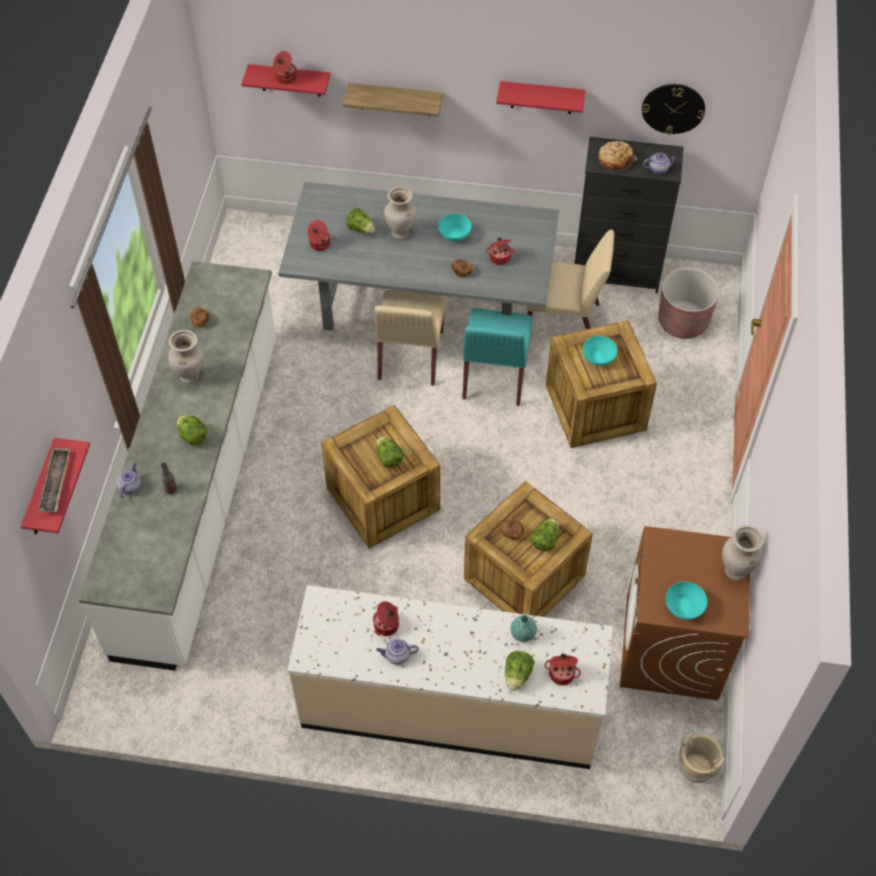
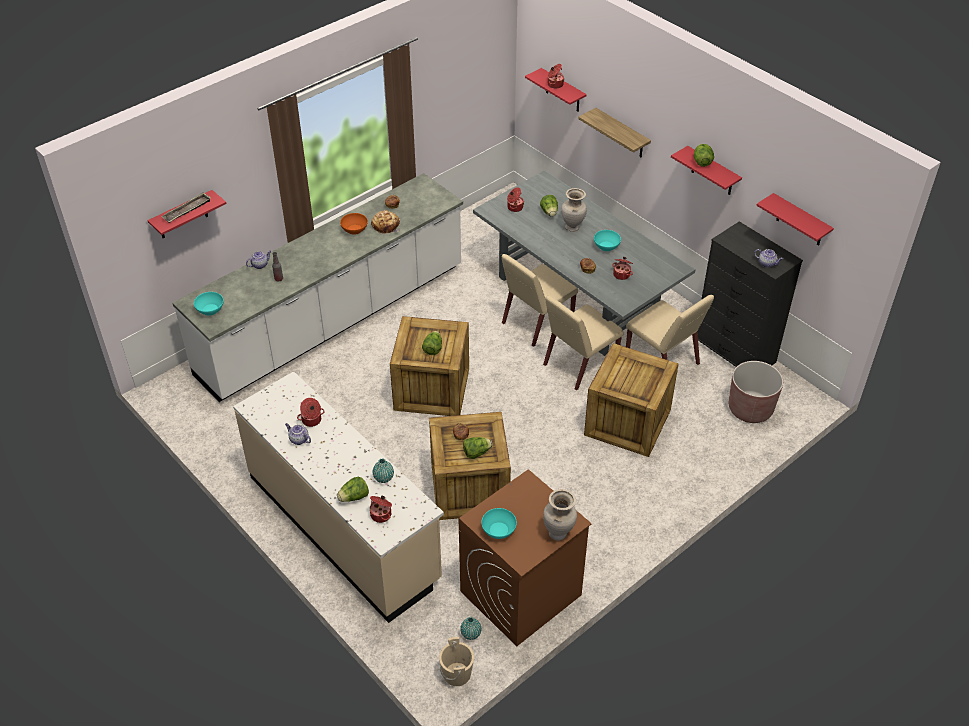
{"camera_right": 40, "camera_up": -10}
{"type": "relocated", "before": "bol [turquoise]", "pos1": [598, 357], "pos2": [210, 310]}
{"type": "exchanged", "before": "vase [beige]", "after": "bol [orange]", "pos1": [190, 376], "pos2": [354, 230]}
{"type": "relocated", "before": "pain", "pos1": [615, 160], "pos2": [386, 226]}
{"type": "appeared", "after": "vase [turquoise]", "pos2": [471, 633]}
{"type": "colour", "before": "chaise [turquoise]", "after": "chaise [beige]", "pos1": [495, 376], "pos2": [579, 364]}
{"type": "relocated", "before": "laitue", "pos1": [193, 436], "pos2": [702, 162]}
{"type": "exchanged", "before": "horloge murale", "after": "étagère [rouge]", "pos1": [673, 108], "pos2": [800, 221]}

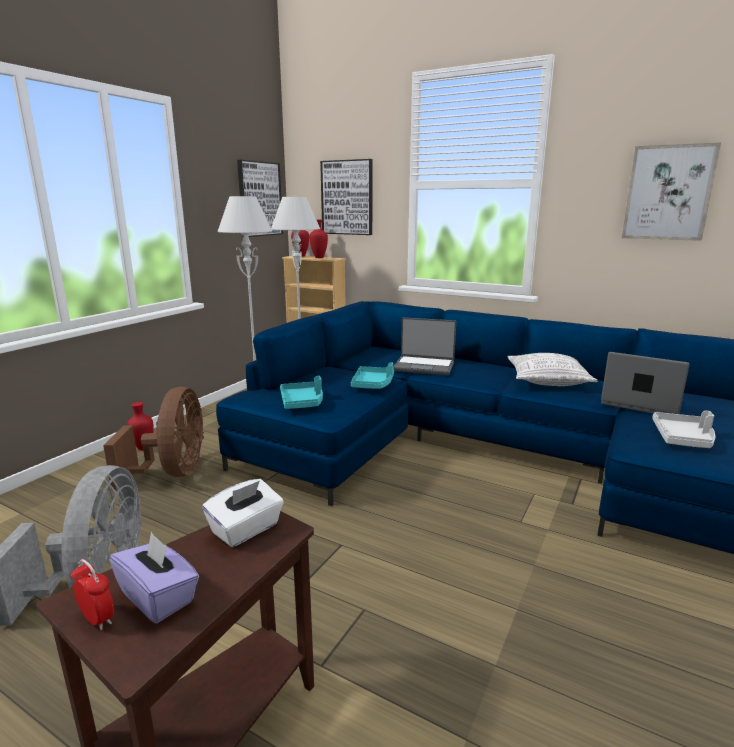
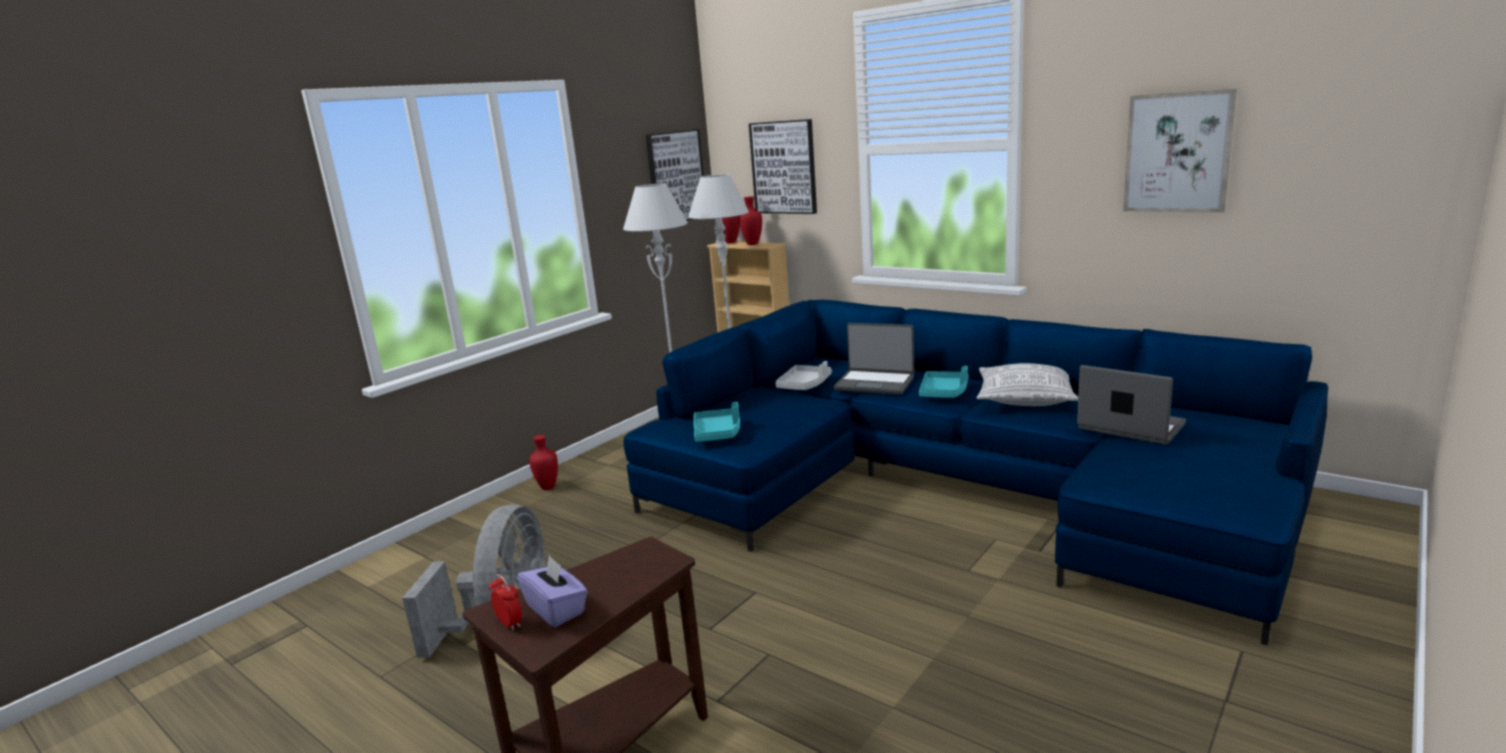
{"camera_right": 10, "camera_up": 0}
{"type": "relocated", "before": "plateau [gris]", "pos1": [683, 438], "pos2": [804, 385]}
{"type": "relocated", "before": "plateau [turquoise]", "pos1": [373, 384], "pos2": [944, 392]}
{"type": "missing", "before": "ventilateur [marron]", "pos1": [173, 473]}
{"type": "missing", "before": "boîte à mouchoirs [blanc]", "pos1": [246, 529]}

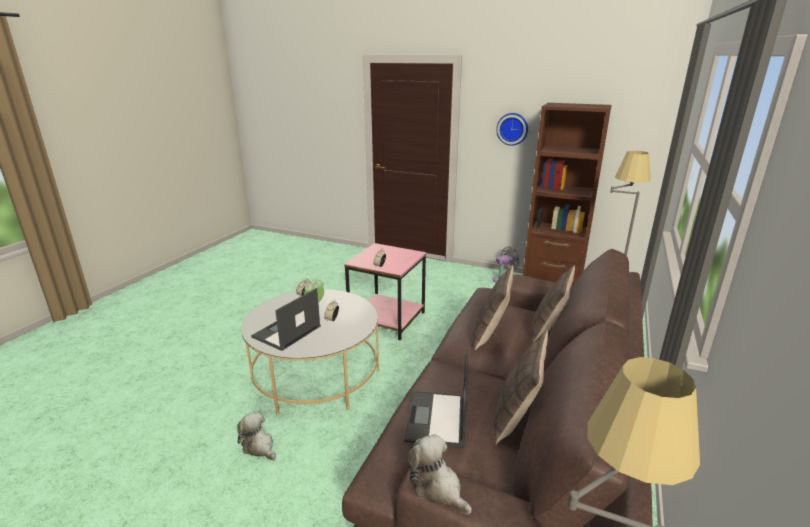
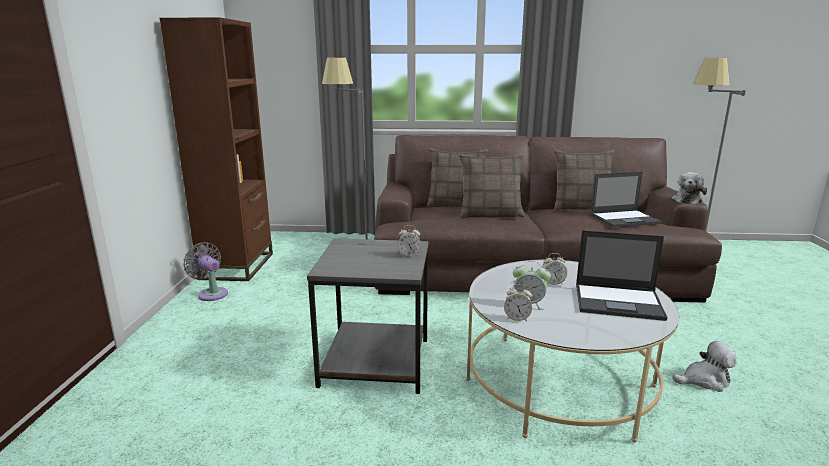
{"camera_right": -110, "camera_up": -5}
{"type": "colour", "before": "table d'appoint [rose]", "after": "table d'appoint [gris]", "pos1": [387, 320], "pos2": [377, 361]}
{"type": "spun", "before": "peluche", "pos1": [259, 446], "pos2": [704, 380], "turn": -120}
{"type": "missing", "before": "horloge murale", "pos1": [512, 129]}

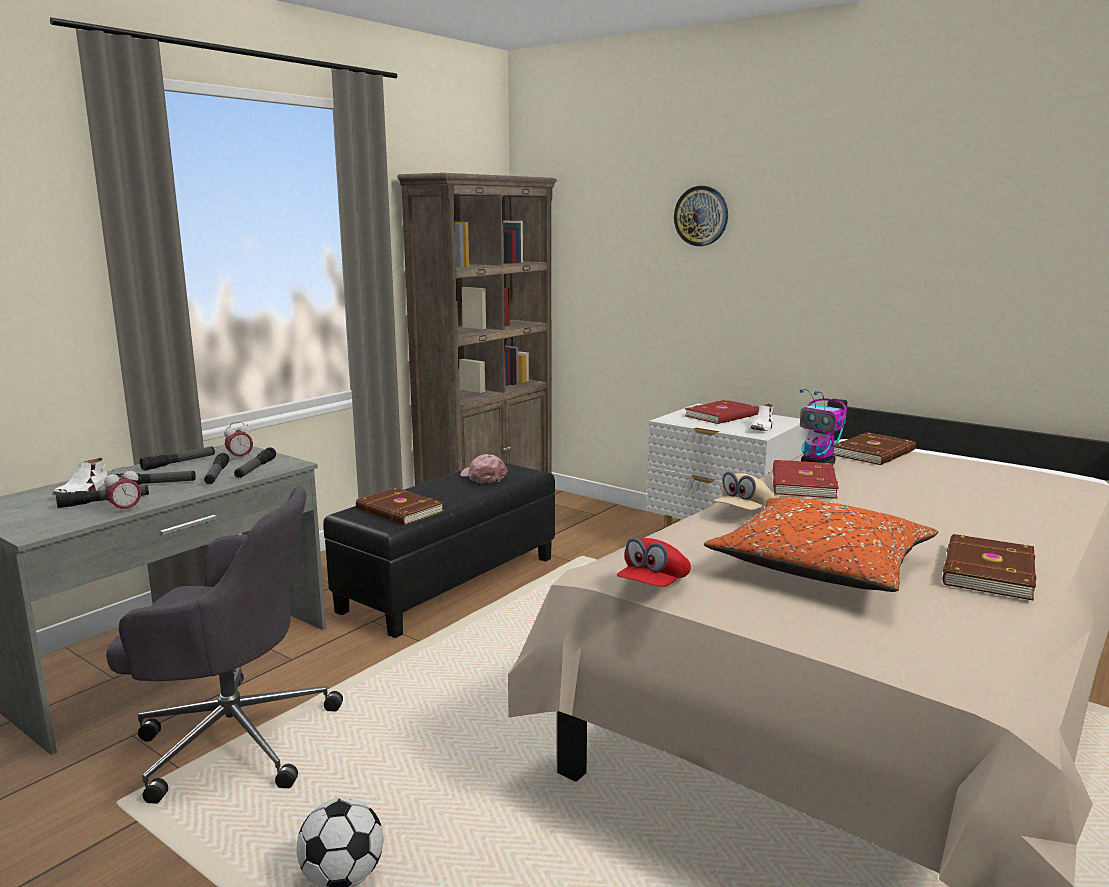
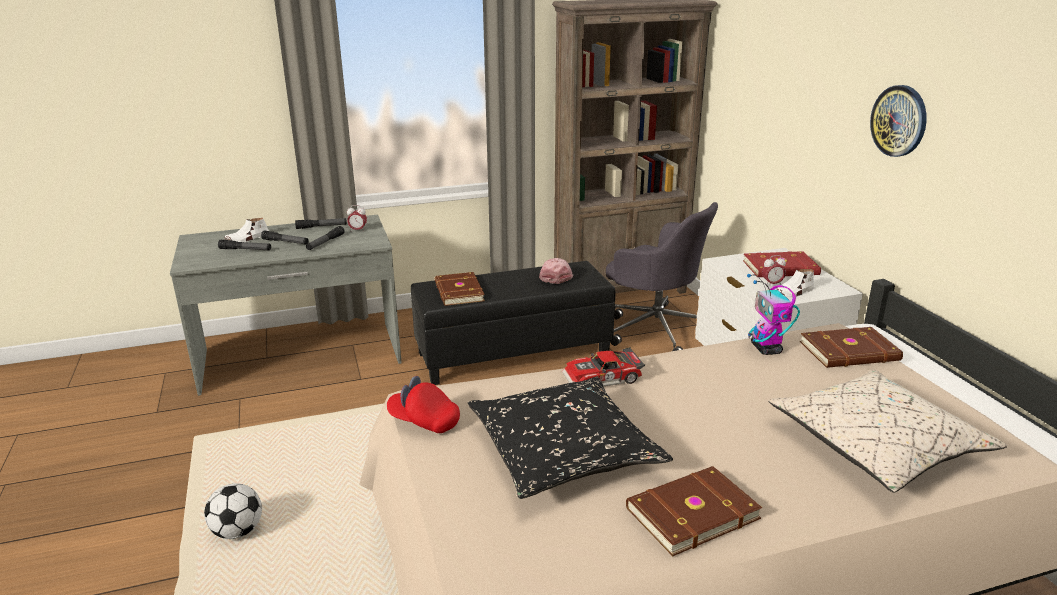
{"camera_right": 35, "camera_up": 10}
{"type": "spun", "before": "casquette [rouge]", "pos1": [653, 585], "pos2": [424, 421], "turn": 45}
{"type": "colour", "before": "coussin [orange]", "after": "coussin [noir]", "pos1": [821, 567], "pos2": [563, 453]}
{"type": "exchanged", "before": "casquette [beige]", "after": "petite voiture", "pos1": [743, 512], "pos2": [603, 379]}
{"type": "relocated", "before": "chaise de bureau [gris]", "pos1": [231, 738], "pos2": [655, 329]}
{"type": "relocated", "before": "réveil", "pos1": [125, 510], "pos2": [772, 284]}
{"type": "appeared", "after": "coussin [beige]", "pos2": [876, 445]}
{"type": "relocated", "before": "horloge murale", "pos1": [701, 216], "pos2": [899, 121]}
{"type": "missing", "before": "lampe de poche", "pos1": [255, 469]}
{"type": "missing", "before": "livre [rouge]", "pos1": [801, 483]}

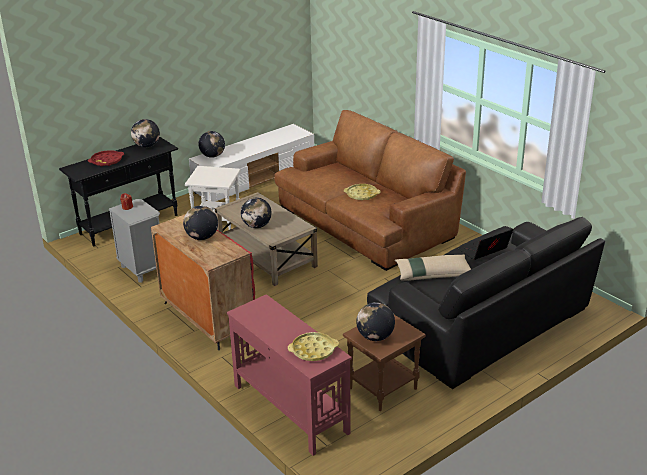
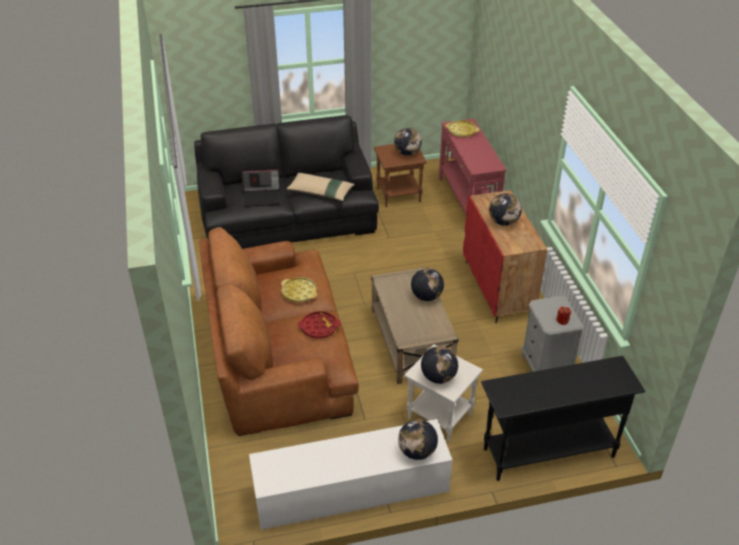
{"camera_right": -155, "camera_up": 10}
{"type": "relocated", "before": "plateau [rouge]", "pos1": [106, 161], "pos2": [319, 327]}
{"type": "relocated", "before": "globe", "pos1": [146, 146], "pos2": [438, 377]}

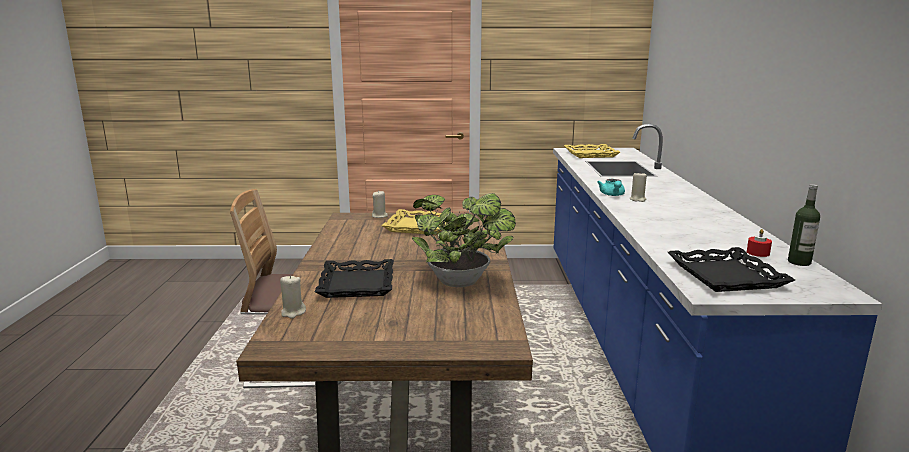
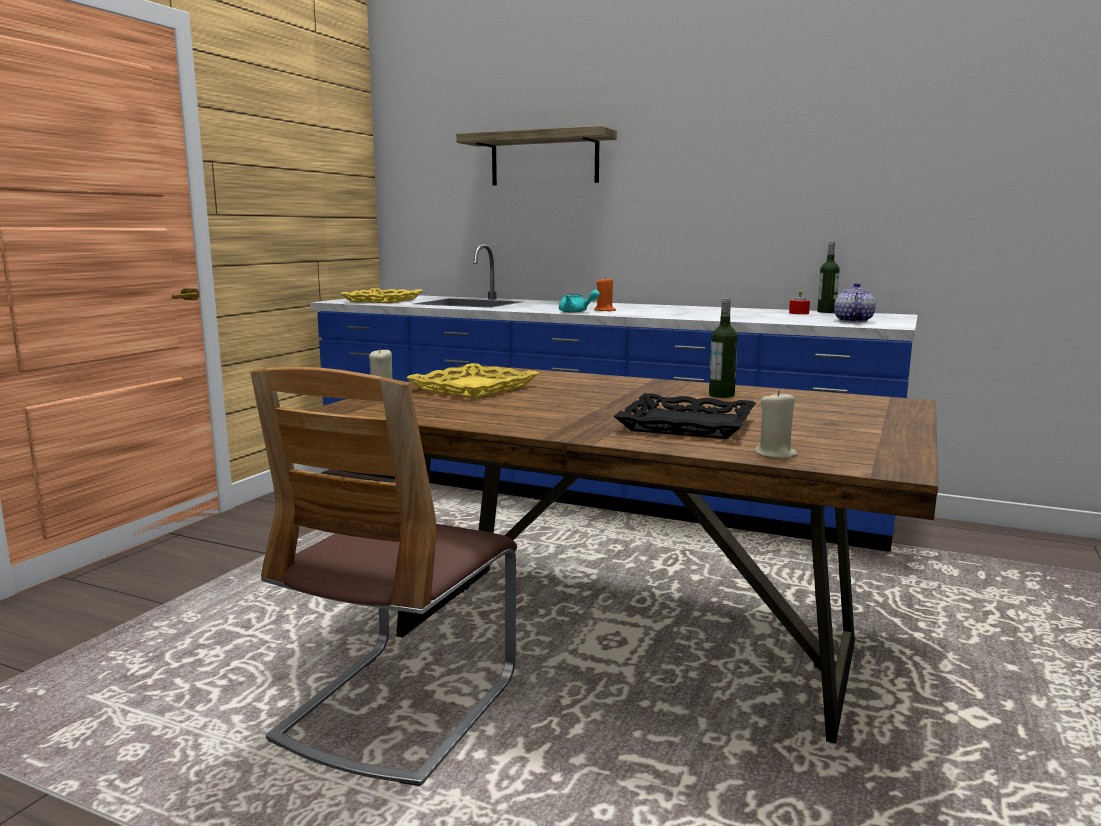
{"camera_right": -65, "camera_up": -5}
{"type": "appeared", "after": "étagère", "pos2": [544, 159]}
{"type": "colour", "before": "bougie [beige]", "after": "bougie [orange]", "pos1": [638, 199], "pos2": [605, 310]}
{"type": "exchanged", "before": "plante en pot", "after": "bouteille", "pos1": [462, 283], "pos2": [721, 395]}
{"type": "exchanged", "before": "plateau [noir]", "after": "théière", "pos1": [725, 276], "pos2": [852, 321]}

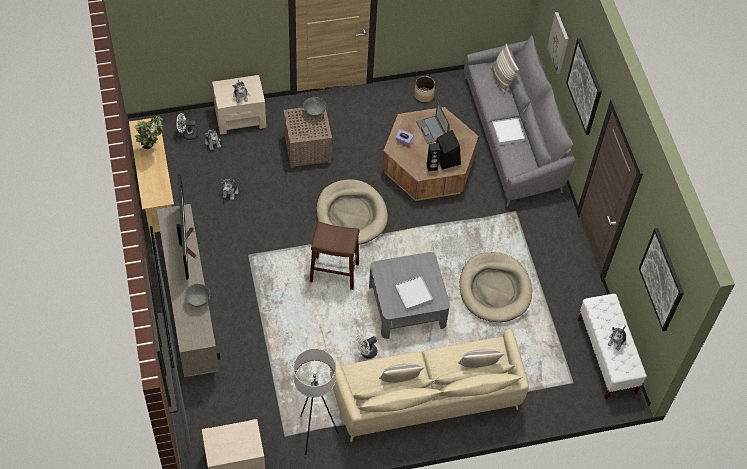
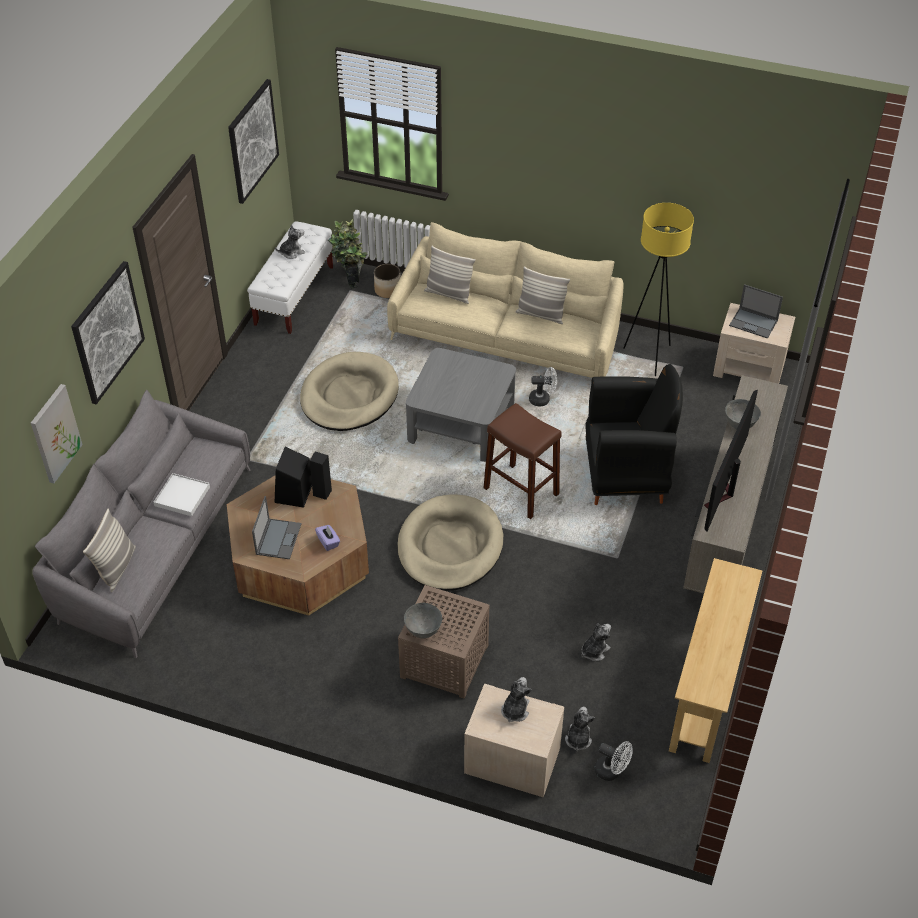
{"camera_right": -145, "camera_up": -10}
{"type": "relocated", "before": "plante en pot", "pos1": [153, 152], "pos2": [350, 279]}
{"type": "relocated", "before": "cache-pot", "pos1": [423, 95], "pos2": [388, 290]}
{"type": "appeared", "after": "fauteuil [noir]", "pos2": [626, 475]}
{"type": "colour", "before": "lampadaire [blanc]", "after": "lampadaire [jaune]", "pos1": [314, 434], "pos2": [649, 357]}
{"type": "appeared", "after": "ordinateur portable", "pos2": [754, 323]}
{"type": "missing", "before": "plateau [blanc]", "pos1": [413, 294]}

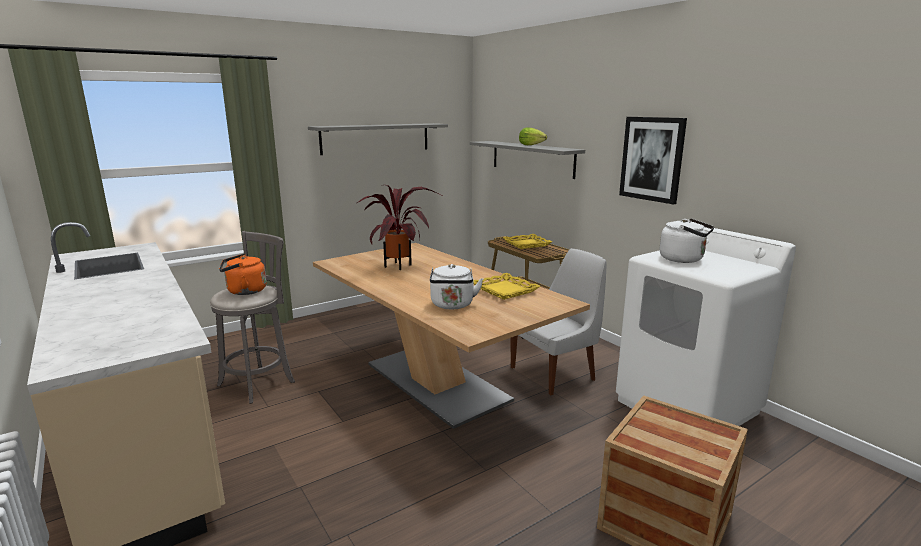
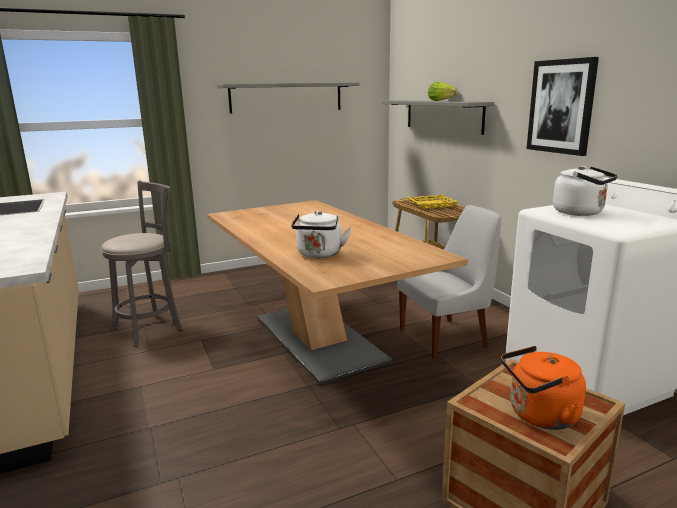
{"camera_right": 10, "camera_up": 0}
{"type": "relocated", "before": "bouilloire [orange]", "pos1": [244, 291], "pos2": [539, 416]}
{"type": "missing", "before": "plante en pot", "pos1": [399, 267]}
{"type": "missing", "before": "plateau [jaune]", "pos1": [504, 290]}

